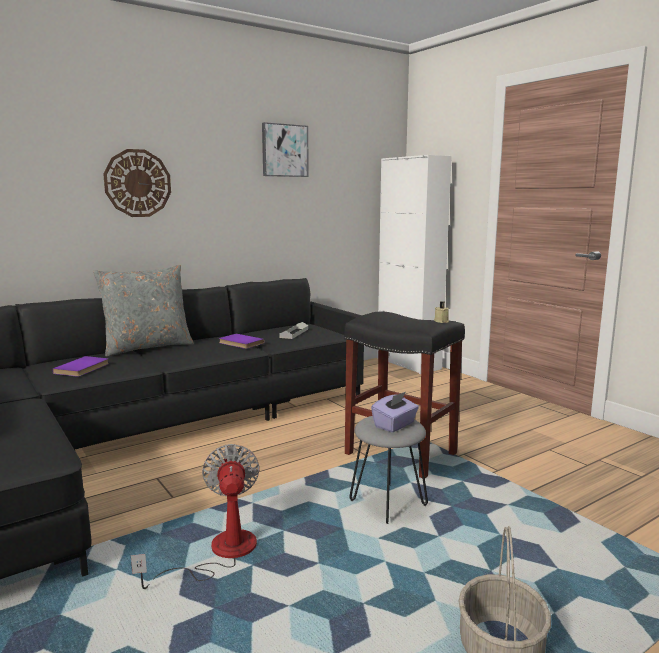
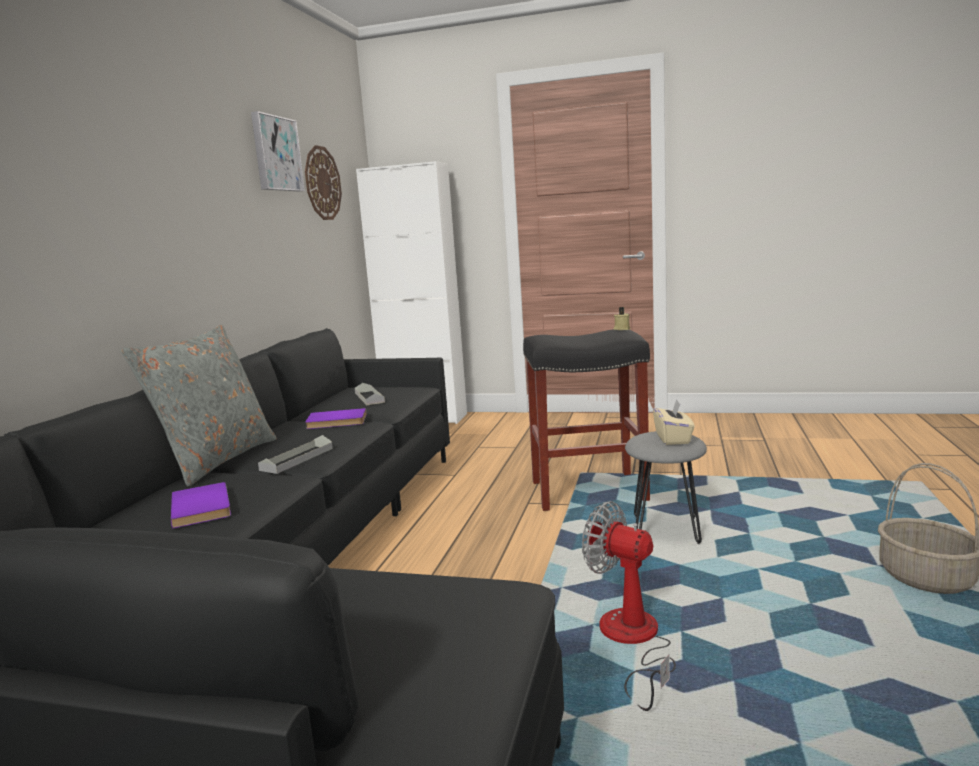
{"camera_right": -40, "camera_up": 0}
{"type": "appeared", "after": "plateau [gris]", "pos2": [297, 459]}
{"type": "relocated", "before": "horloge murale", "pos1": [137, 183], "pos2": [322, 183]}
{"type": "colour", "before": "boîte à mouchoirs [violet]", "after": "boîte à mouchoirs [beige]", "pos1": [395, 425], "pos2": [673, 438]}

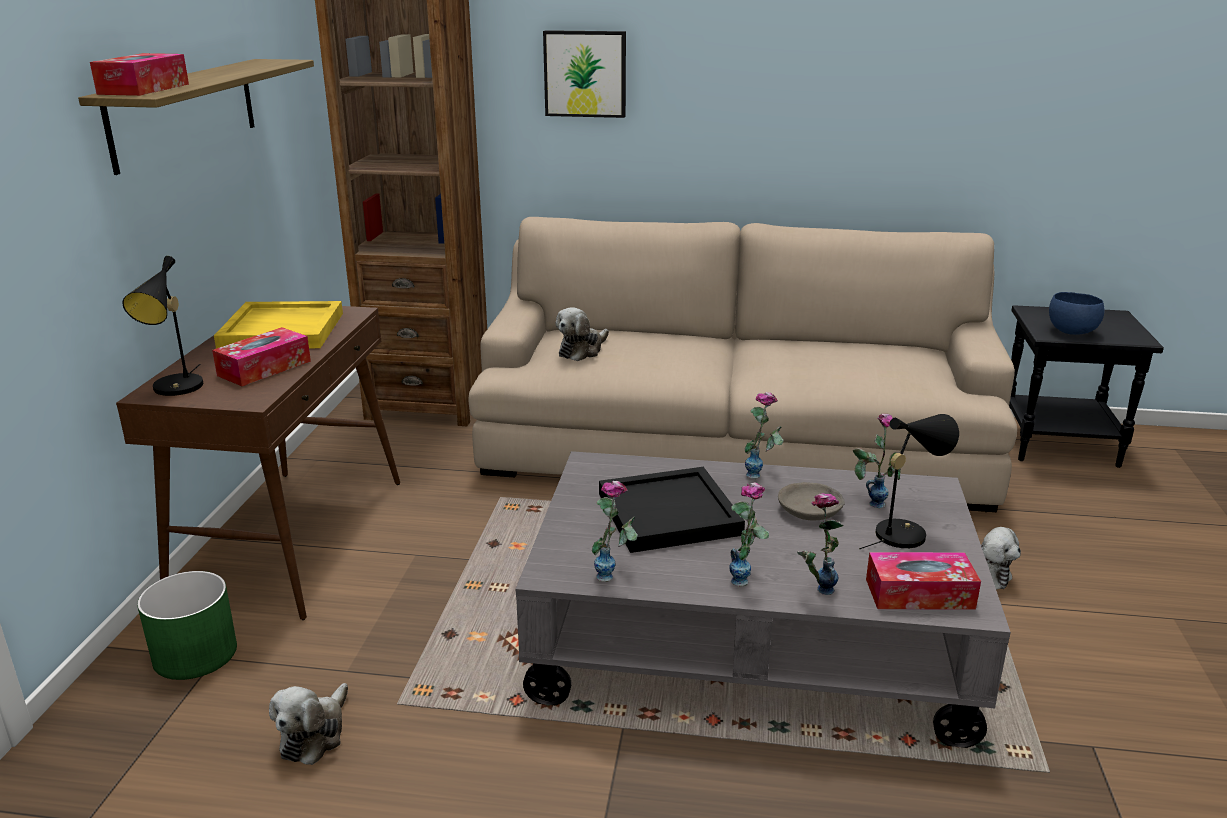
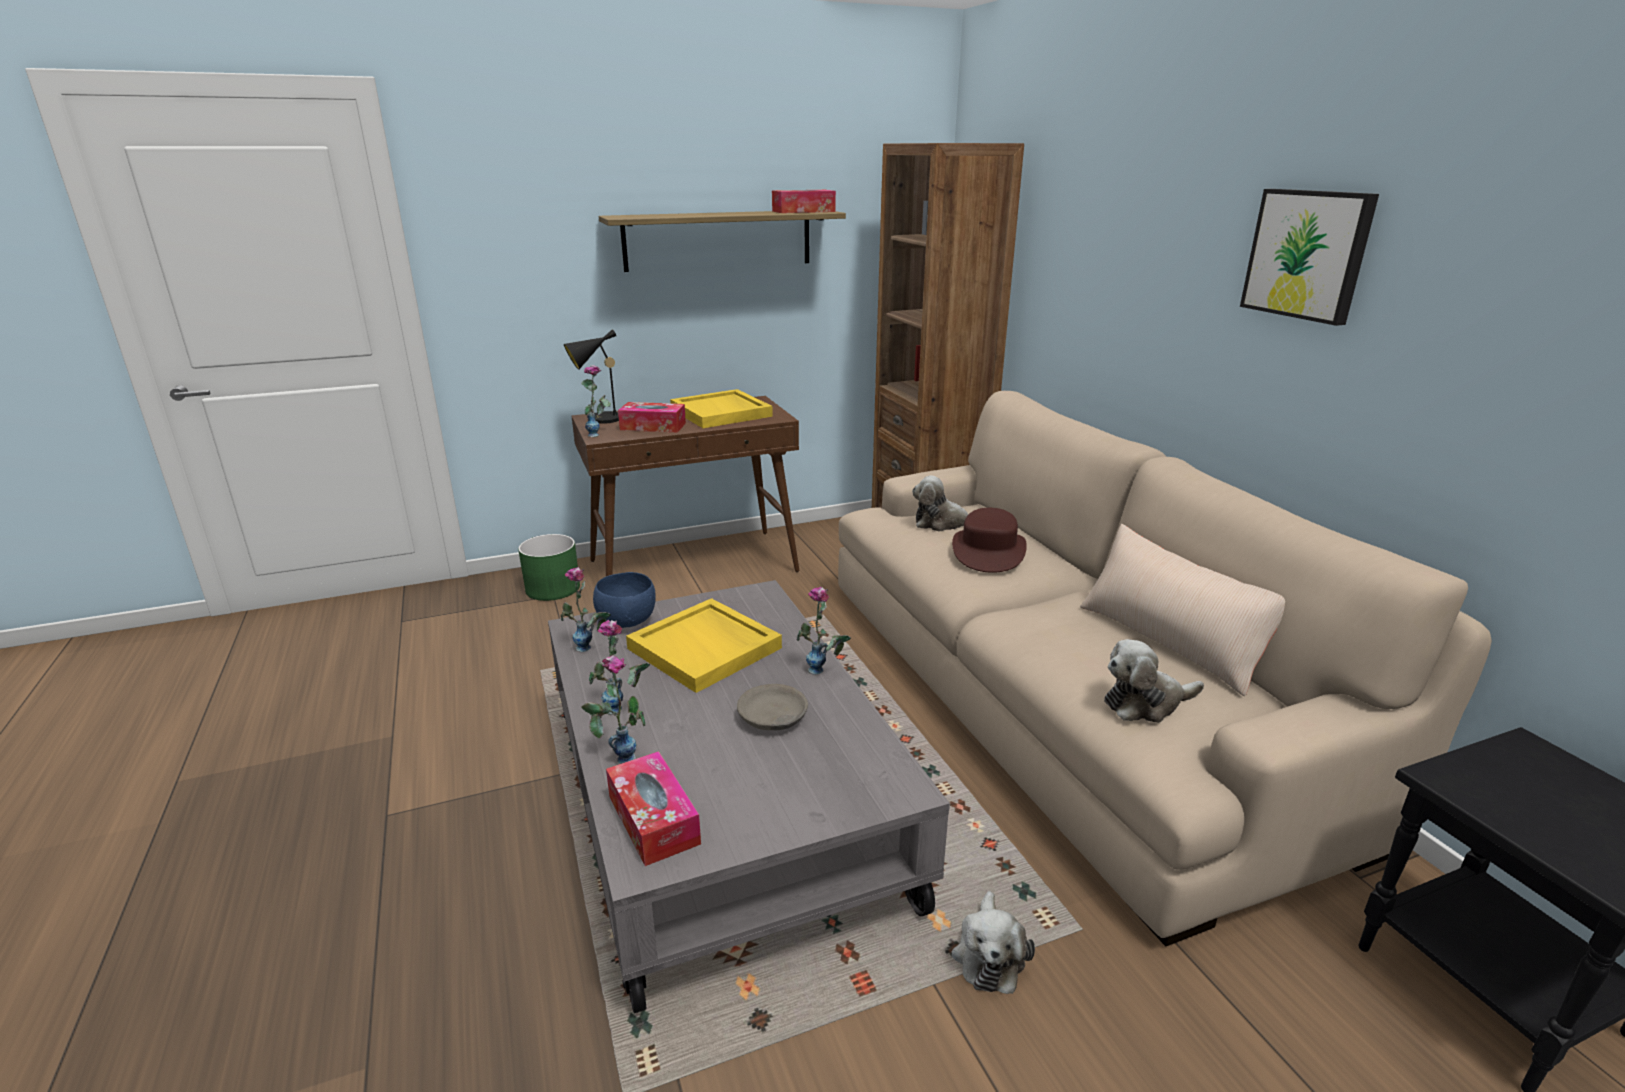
{"camera_right": 60, "camera_up": 0}
{"type": "relocated", "before": "vase", "pos1": [871, 499], "pos2": [600, 434]}
{"type": "relocated", "before": "bol [bleu]", "pos1": [1070, 332], "pos2": [627, 621]}
{"type": "colour", "before": "plateau [noir]", "after": "plateau [jaune]", "pos1": [669, 513], "pos2": [706, 648]}
{"type": "relocated", "before": "boîte à mouchoirs", "pos1": [144, 89], "pos2": [803, 211]}
{"type": "appeared", "after": "chapeau [marron]", "pos2": [988, 551]}
{"type": "appeared", "after": "coussin [beige]", "pos2": [1170, 641]}
{"type": "relocated", "before": "peluche", "pos1": [314, 734], "pos2": [1145, 703]}
{"type": "relocated", "before": "tableau", "pos1": [585, 73], "pos2": [1308, 254]}
{"type": "missing", "before": "lampe de table [noir]", "pos1": [904, 532]}

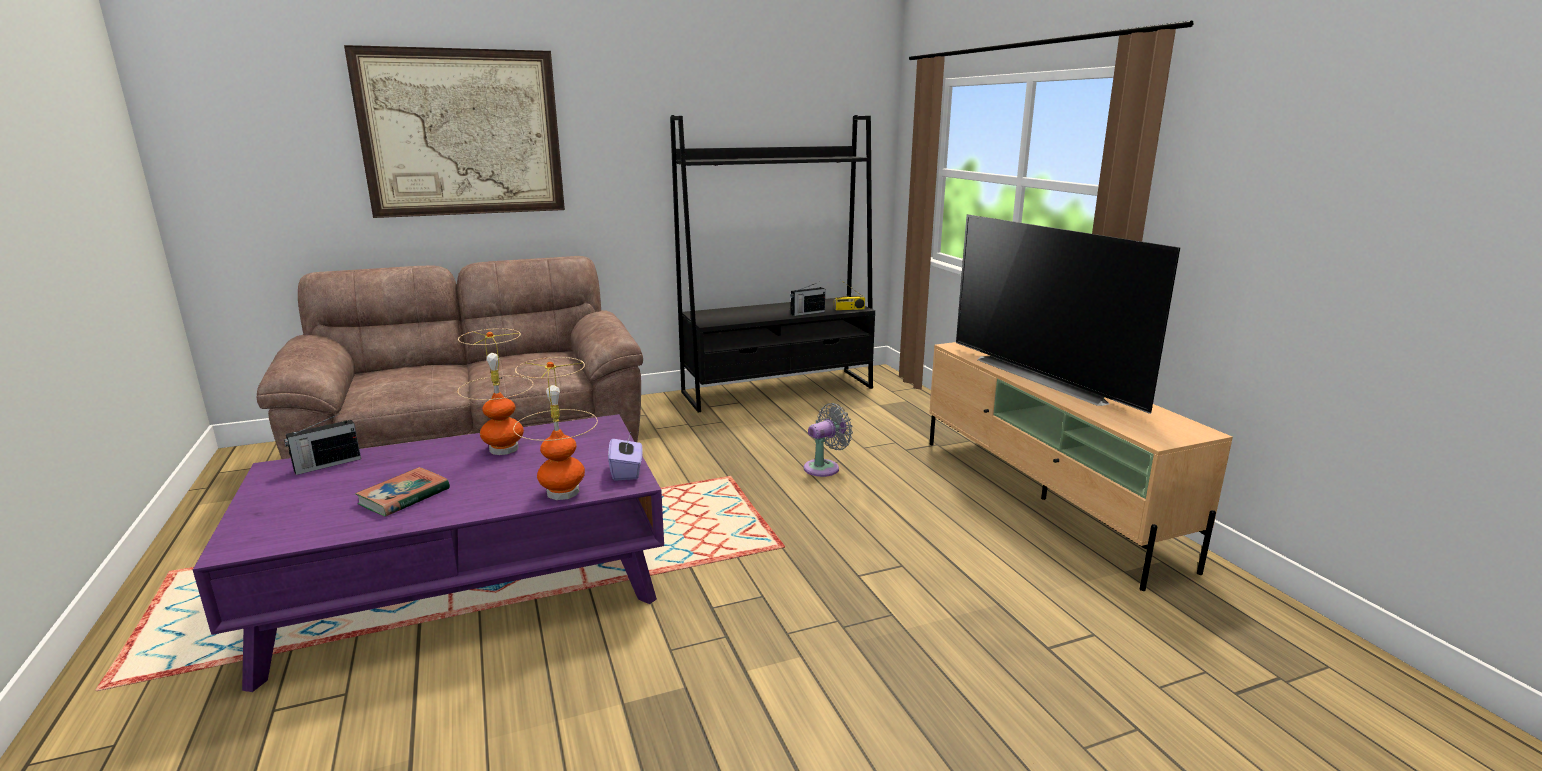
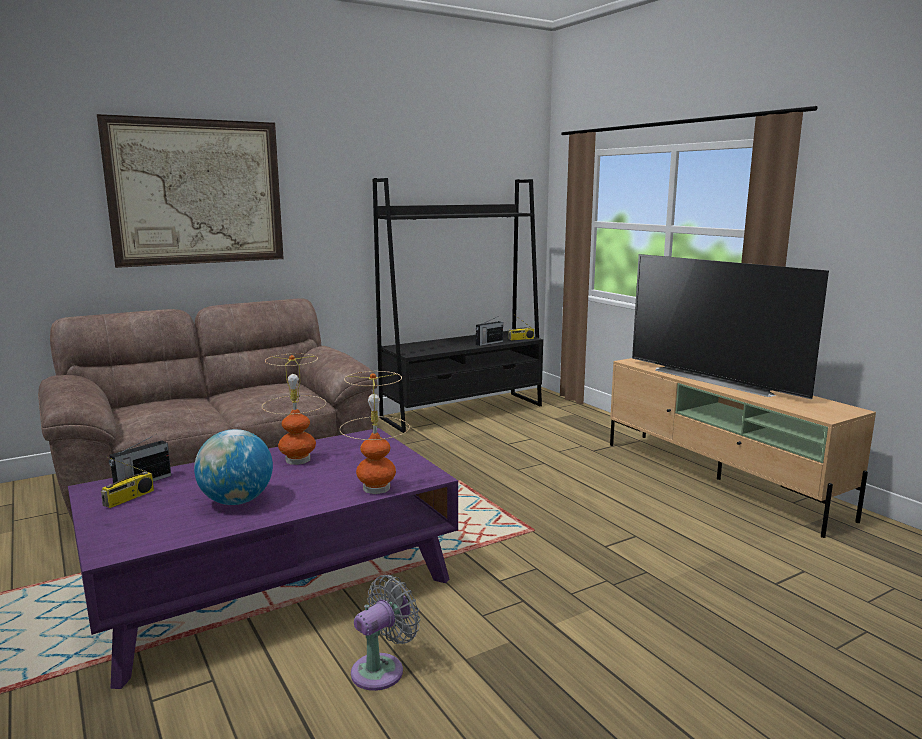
{"camera_right": -10, "camera_up": -5}
{"type": "appeared", "after": "radio", "pos2": [129, 498]}
{"type": "exchanged", "before": "livre", "after": "globe", "pos1": [404, 497], "pos2": [237, 501]}
{"type": "relocated", "before": "ventilateur [gris]", "pos1": [824, 467], "pos2": [382, 669]}
{"type": "missing", "before": "boîte à mouchoirs [violet]", "pos1": [627, 471]}

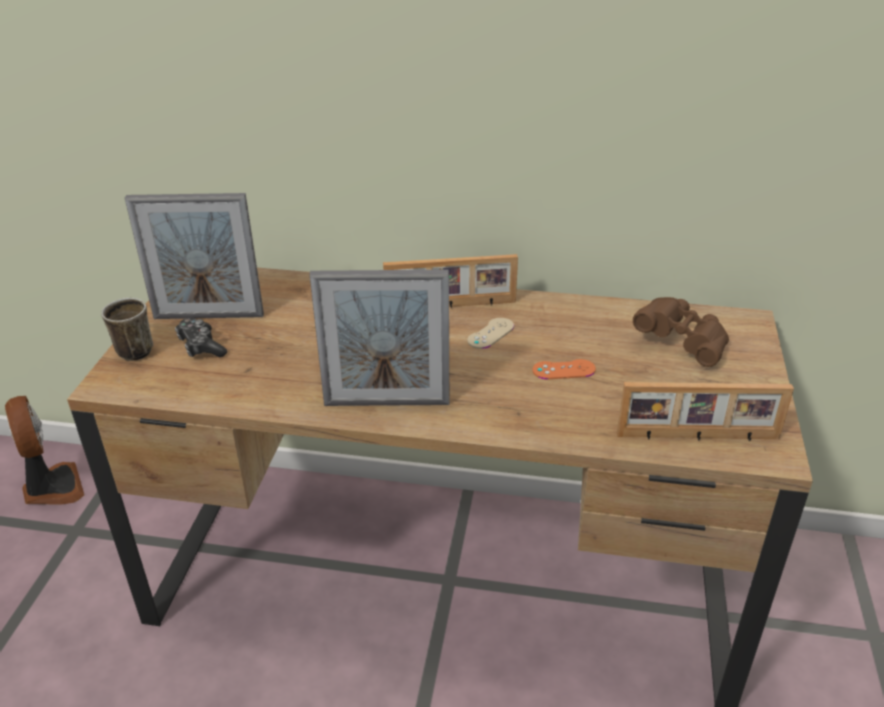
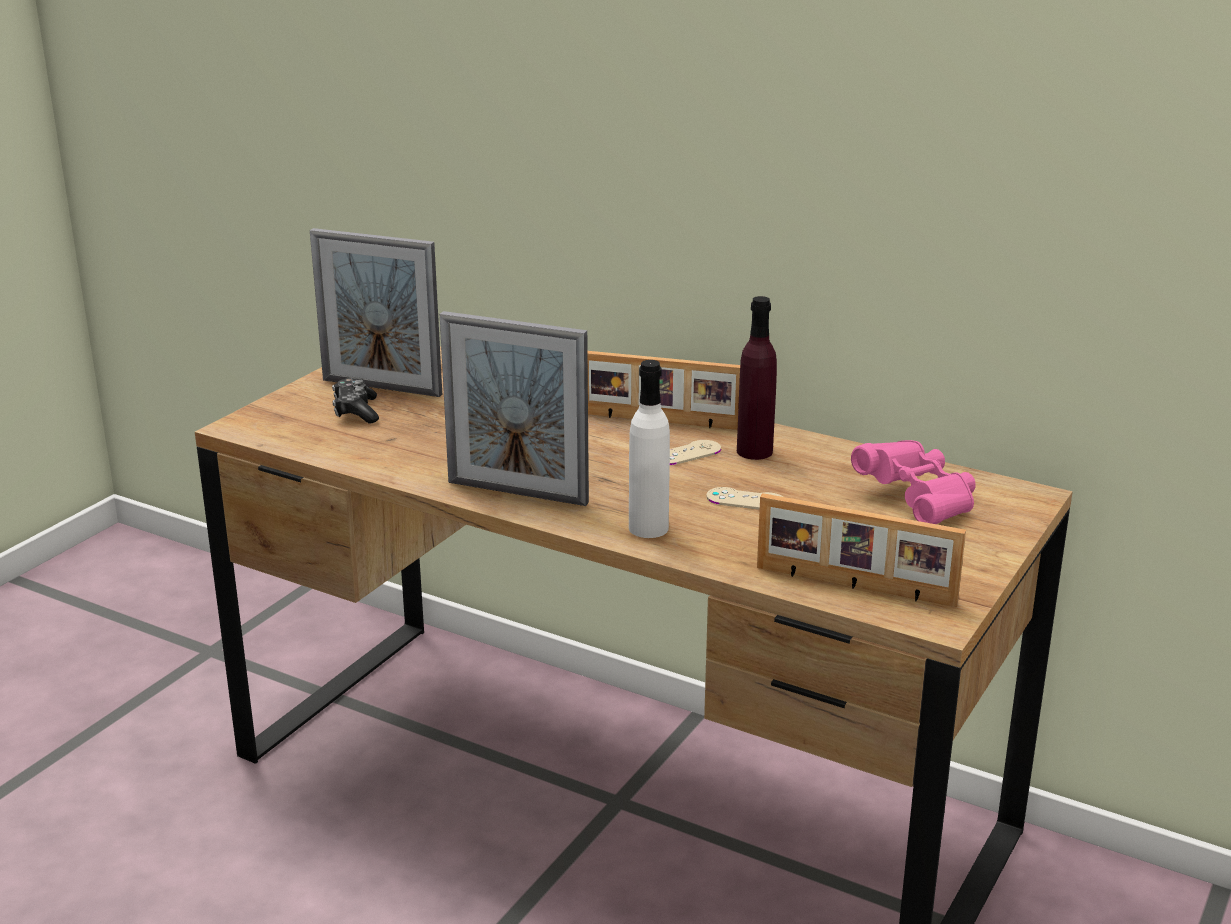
{"camera_right": 20, "camera_up": -10}
{"type": "appeared", "after": "bouteille [blanc]", "pos2": [648, 528]}
{"type": "colour", "before": "manette [orange]", "after": "manette [beige]", "pos1": [564, 370], "pos2": [746, 500]}
{"type": "appeared", "after": "bouteille [violet]", "pos2": [754, 451]}
{"type": "colour", "before": "jumelles [marron]", "after": "jumelles [rose]", "pos1": [682, 343], "pos2": [918, 501]}
{"type": "missing", "before": "ventilateur", "pos1": [52, 488]}
{"type": "missing", "before": "mug", "pos1": [131, 350]}

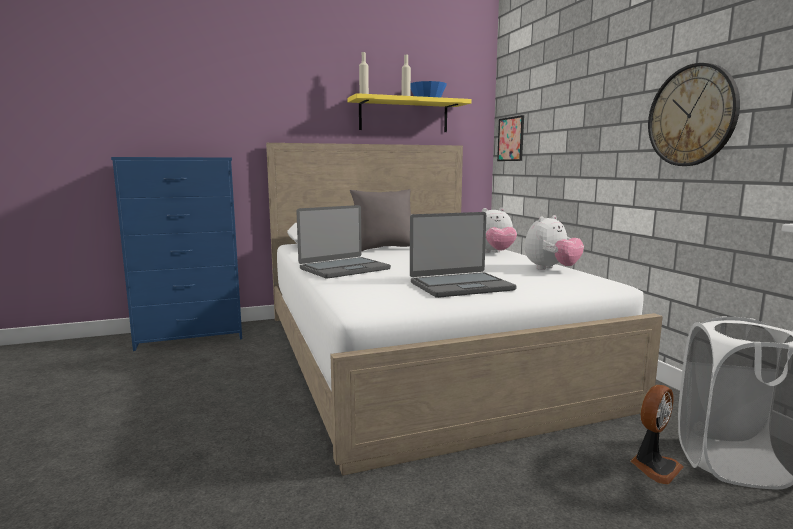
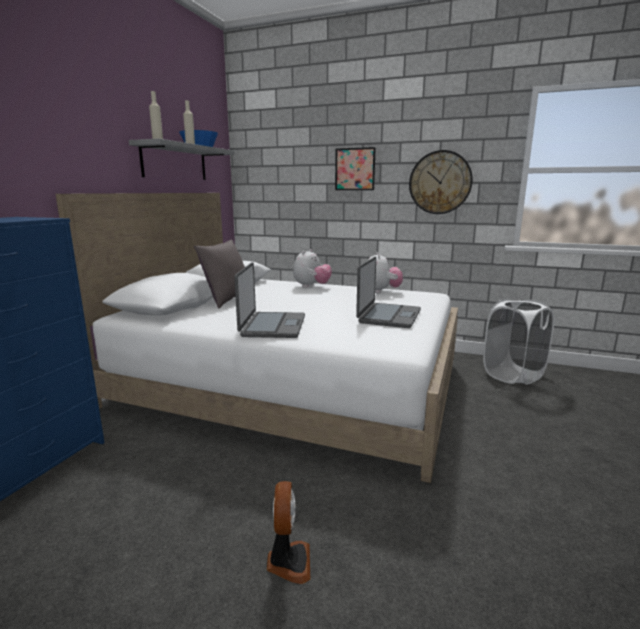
{"camera_right": -50, "camera_up": 5}
{"type": "colour", "before": "étagère [jaune]", "after": "étagère [gris]", "pos1": [404, 115], "pos2": [175, 162]}
{"type": "relocated", "before": "ventilateur", "pos1": [654, 467], "pos2": [288, 562]}
{"type": "relocated", "before": "tableau", "pos1": [511, 139], "pos2": [355, 169]}

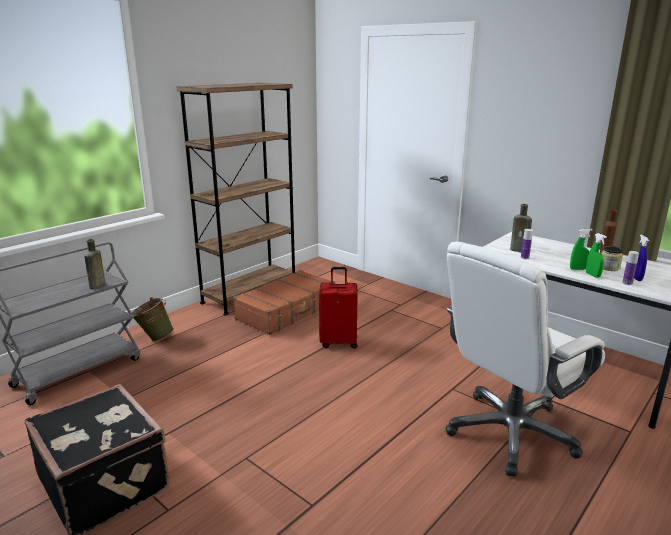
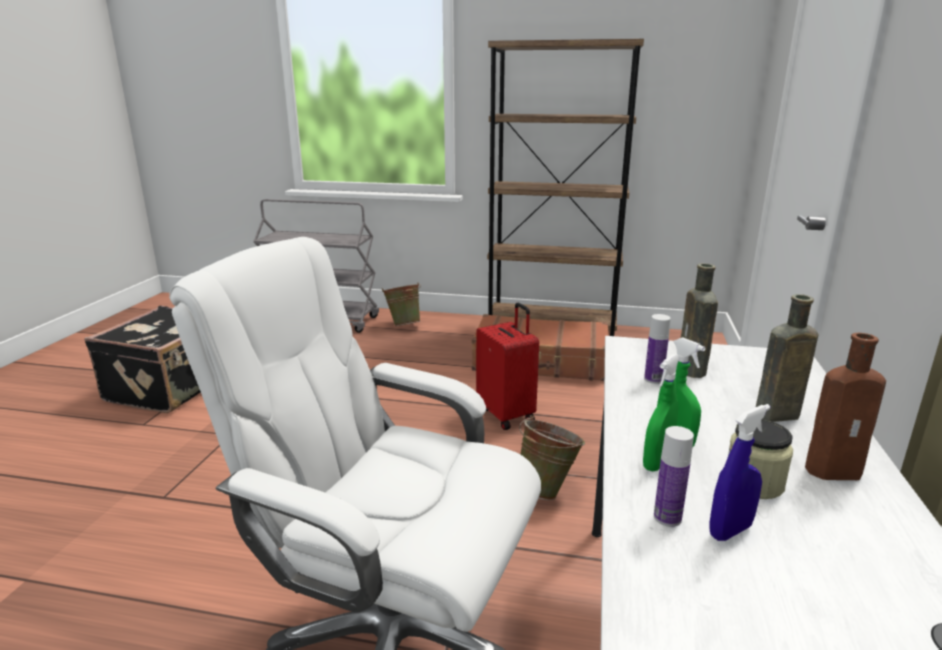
{"camera_right": 60, "camera_up": 0}
{"type": "appeared", "after": "seau [vert]", "pos2": [547, 490]}
{"type": "relocated", "before": "bouteille [marron]", "pos1": [96, 286], "pos2": [774, 415]}

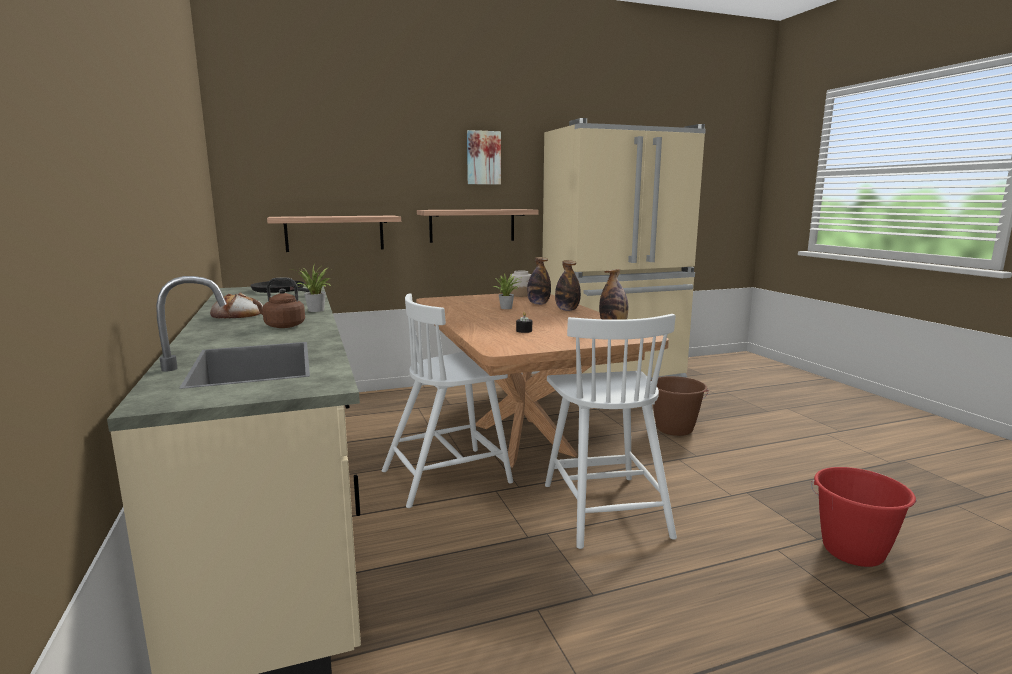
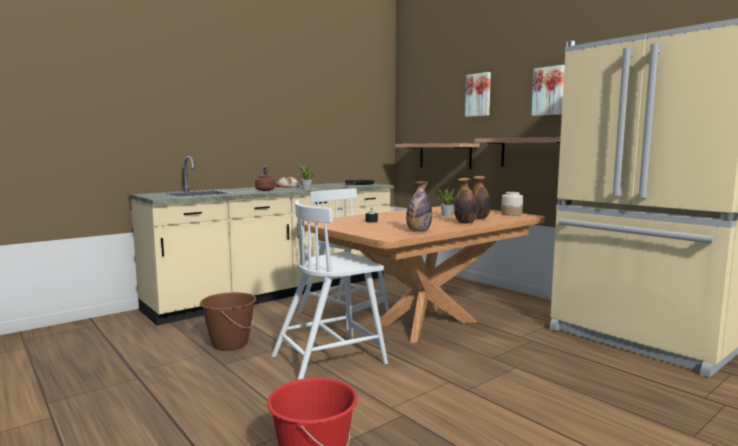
{"camera_right": 70, "camera_up": -5}
{"type": "relocated", "before": "seau [marron]", "pos1": [674, 429], "pos2": [230, 344]}
{"type": "appeared", "after": "tableau", "pos2": [478, 95]}

